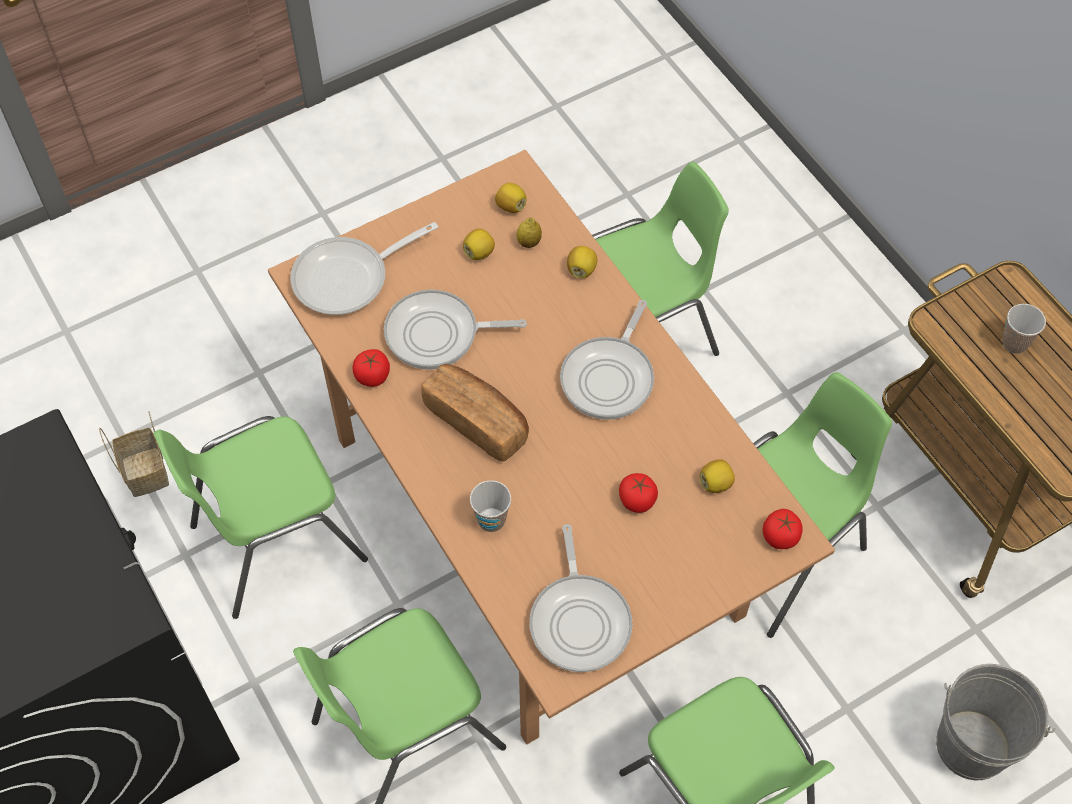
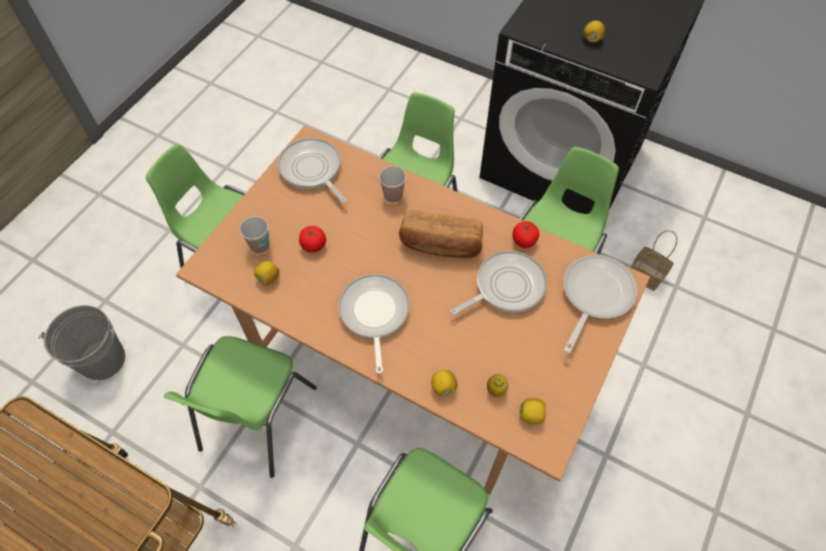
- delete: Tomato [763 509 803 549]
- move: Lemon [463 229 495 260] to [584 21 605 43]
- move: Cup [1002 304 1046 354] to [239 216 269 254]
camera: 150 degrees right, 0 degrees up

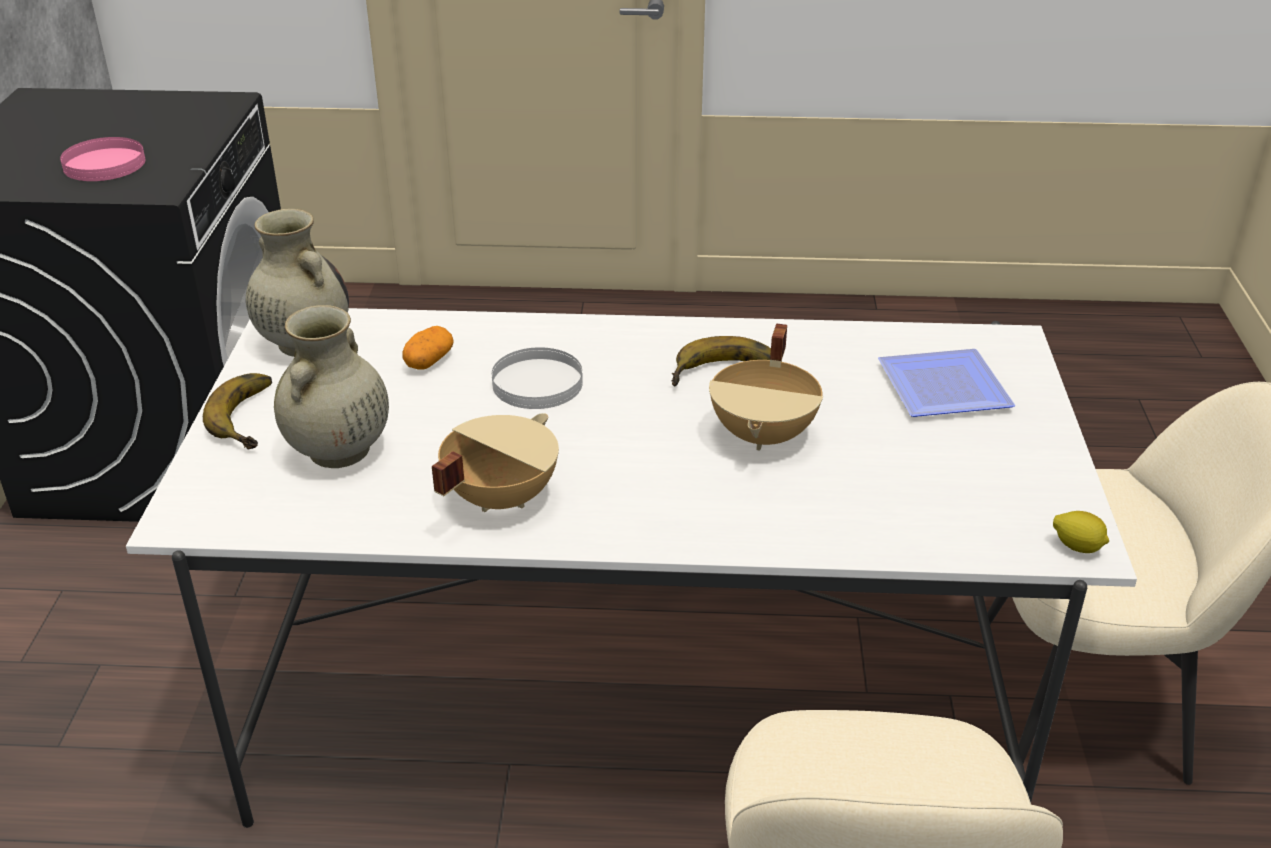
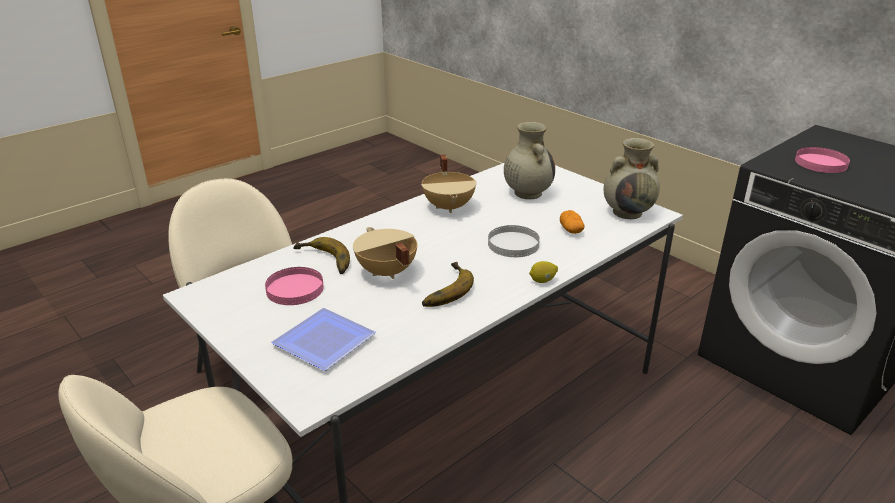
- insert: PinkPlate [265 267 324 305]
- move: Banana [203 373 272 450] to [293 237 350 274]
- move: Lemon [1053 511 1109 553] to [529 261 558 283]
camera: 135 degrees right, 5 degrees down

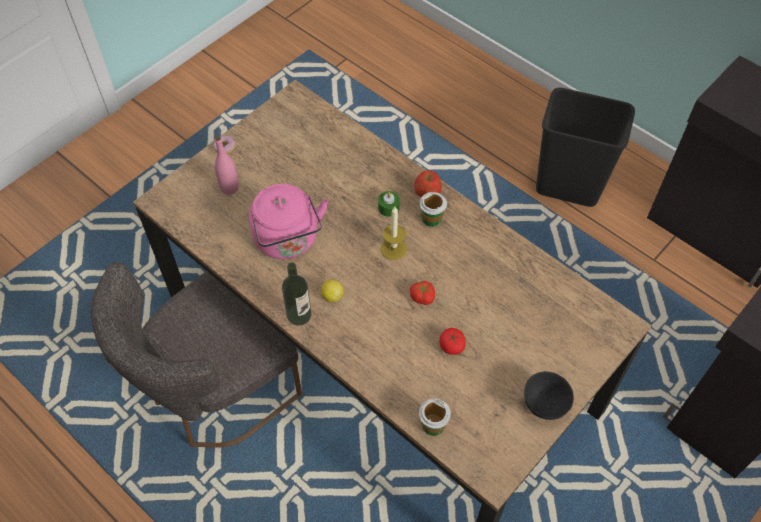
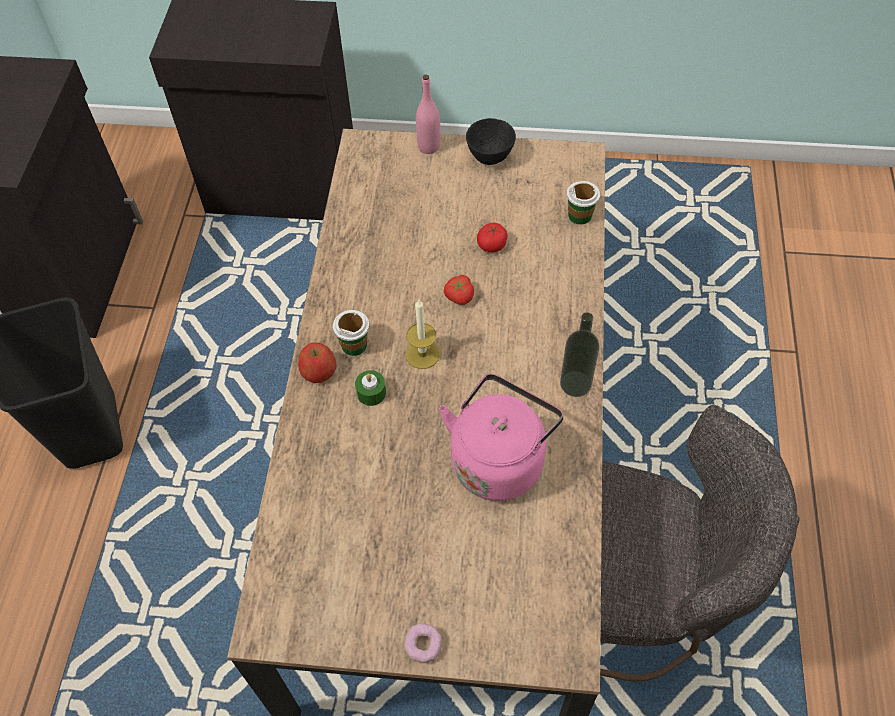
- delete: Lemon [321 279 344 302]
- move: PinkBottle [214 136 239 195] to [416 75 440 154]
camera: 125 degrees left, 0 degrees up

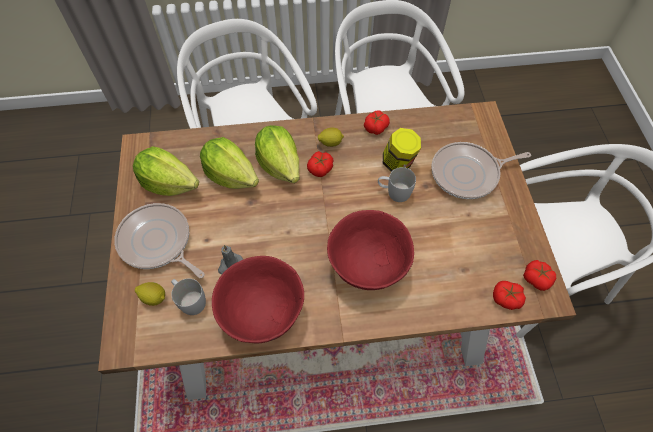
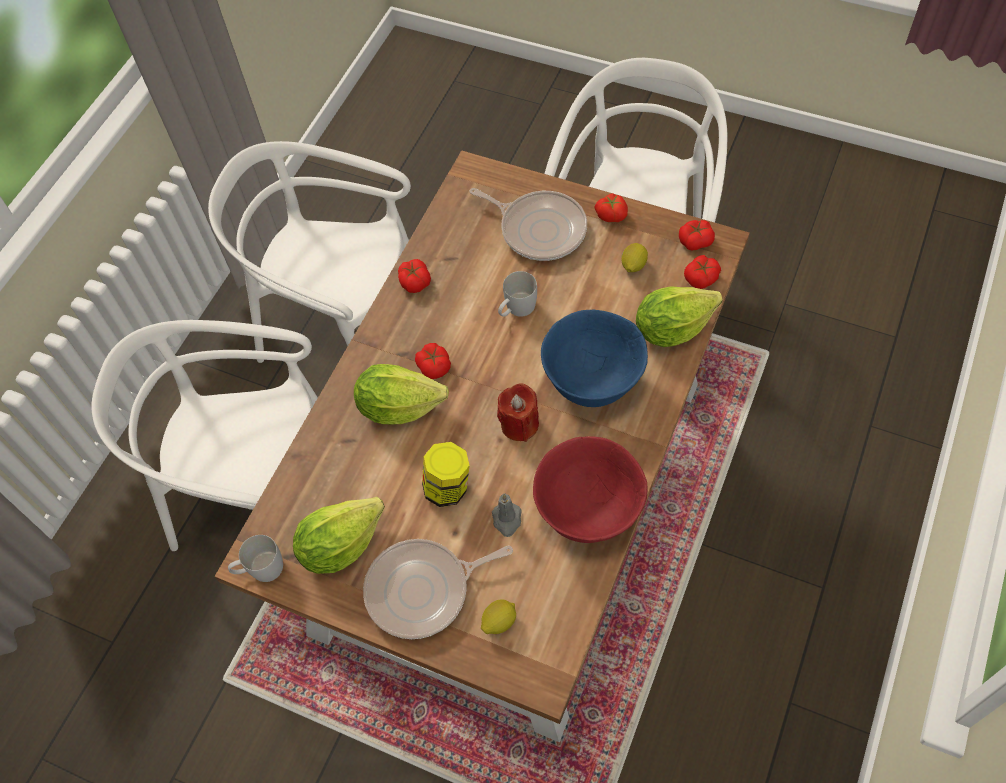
- insert: RedCandle [497 383 539 442]
- insert: Tomato [594 193 628 222]
- move: WhiteMug [171 278 206 315] to [228 535 283 582]
- move: Lettuce [200 137 259 189] to [636 286 723 347]
- move: Lemon [318 127 344 147] to [621 243 648 272]
- move: Jar [383 128 421 172] to [422 442 470 507]
- recolor: RedBowl [327 210 414 290] to BlueBowl [541 310 648 407]
- rotate: FryingPan [431 142 531 199] = [469 188 587 261] 75 degrees counterclockwise
camera: 55 degrees left, 0 degrees up

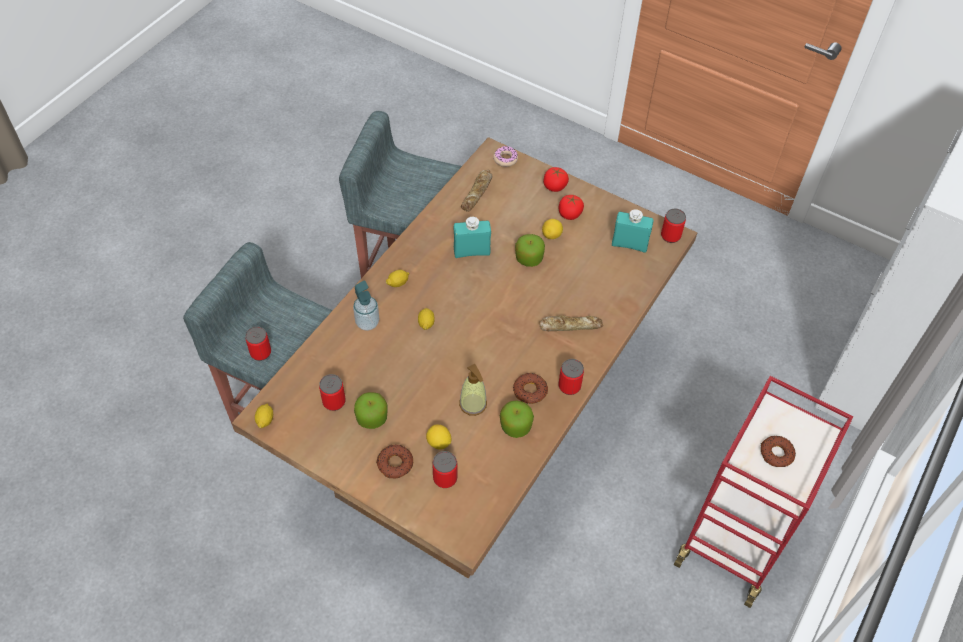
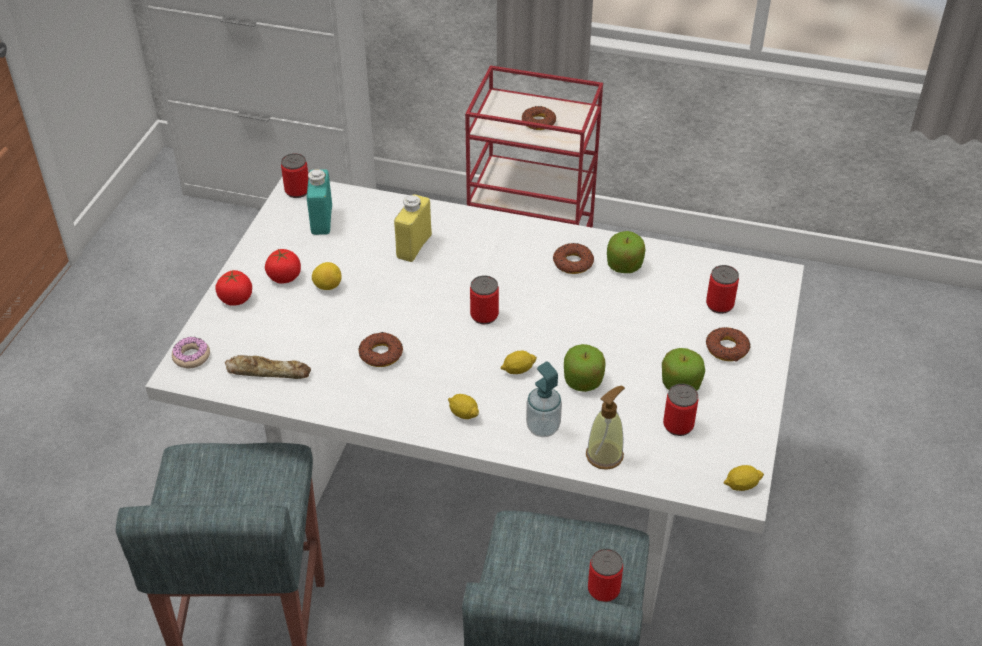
- delete: Lemon [426 425 451 450]
- delete: Bread [539 315 603 331]
- insert: YellowBottle [394 194 432 262]
- move: SoapDispenser [459 364 487 416] to [586 386 625 470]
- move: Apple [515 234 545 267] to [564 344 606 392]
- move: Can [558 359 584 395] to [470 276 499 324]
- replace: TurquoiseBottle [454 217 491 258] to Donut [358 332 403 367]
- recolor: BrownDiningTable [232 137 697 578] to WhiteDiningTable [145 176 804 624]
camera: 105 degrees left, 10 degrees down

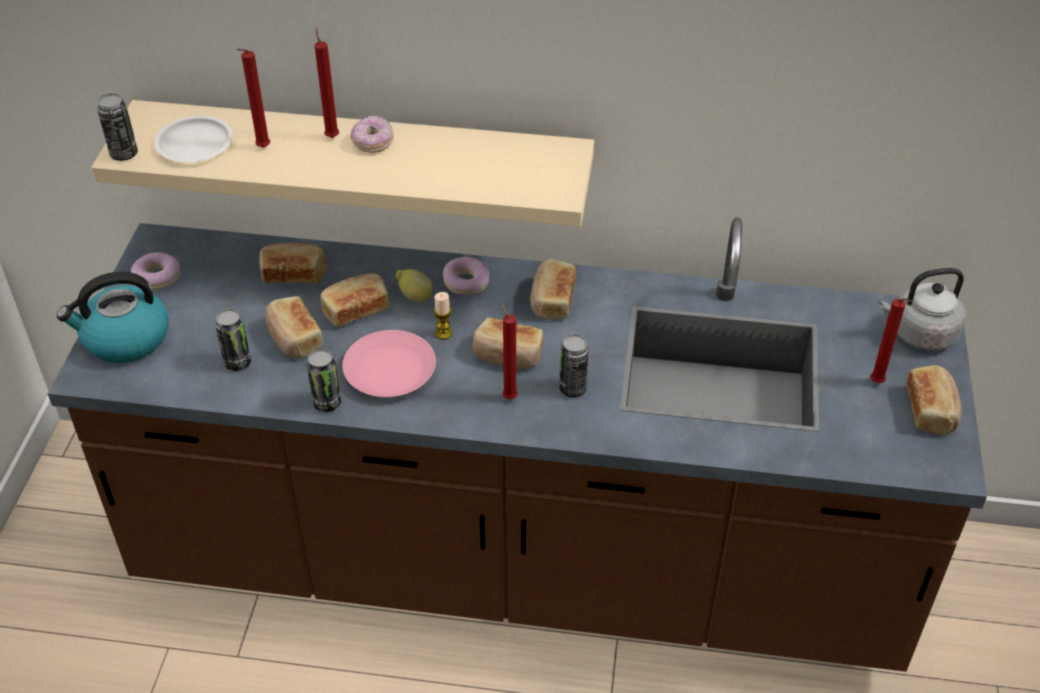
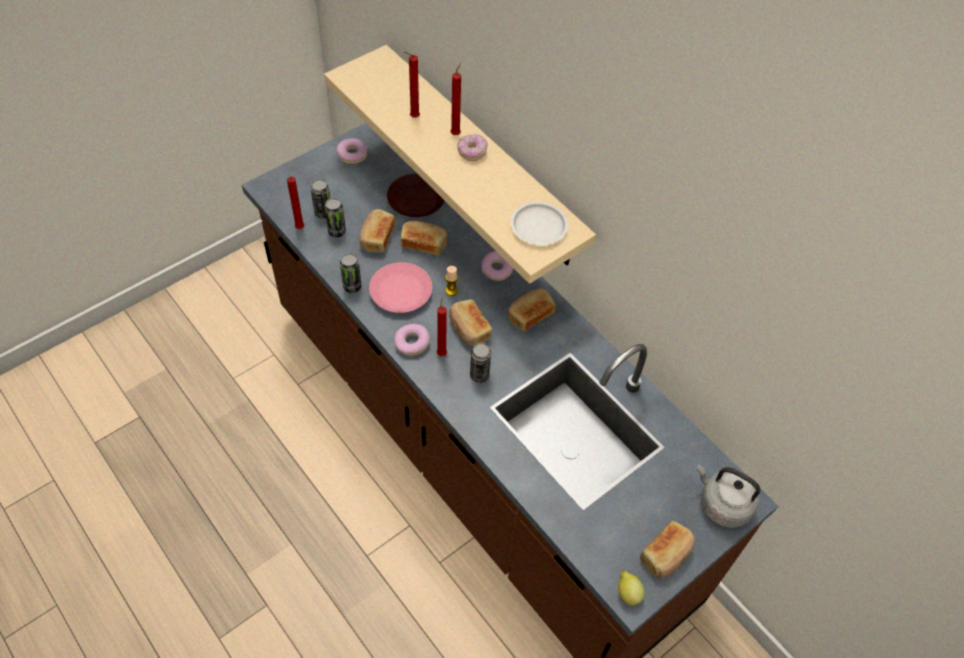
- delete: Kettle [57 272 169 363]
- insert: Donut [394 324 430 356]
- move: Can [97 93 138 161] to [311 179 330 219]
- move: WhitePlate [154 116 233 162] to [510 202 568 245]
- move: Lemon [396 269 432 302] to [618 571 645 606]
- move: RedCandle [870 298 912 383] to [287 176 304 229]
- replace: Bread [259 243 326 284] to BrownPlate [387 174 445 217]
camera: 40 degrees right, 10 degrees up

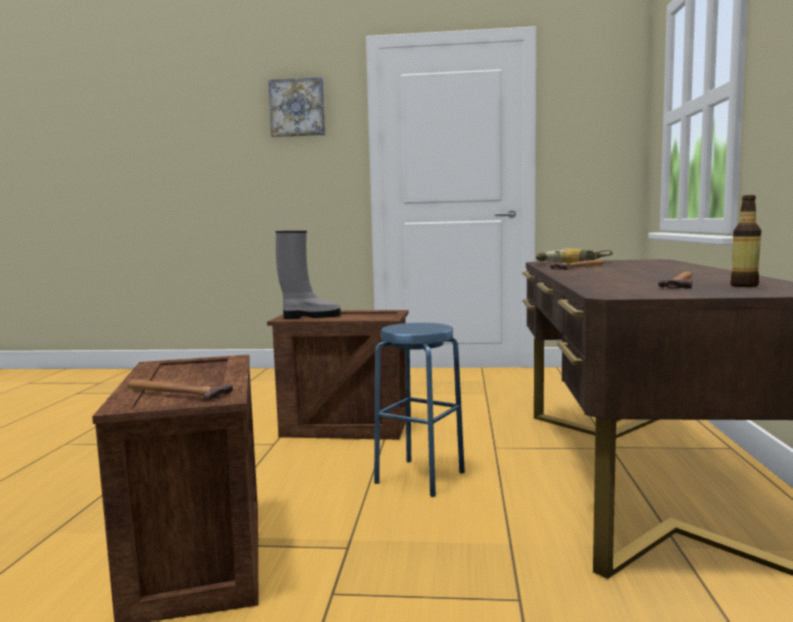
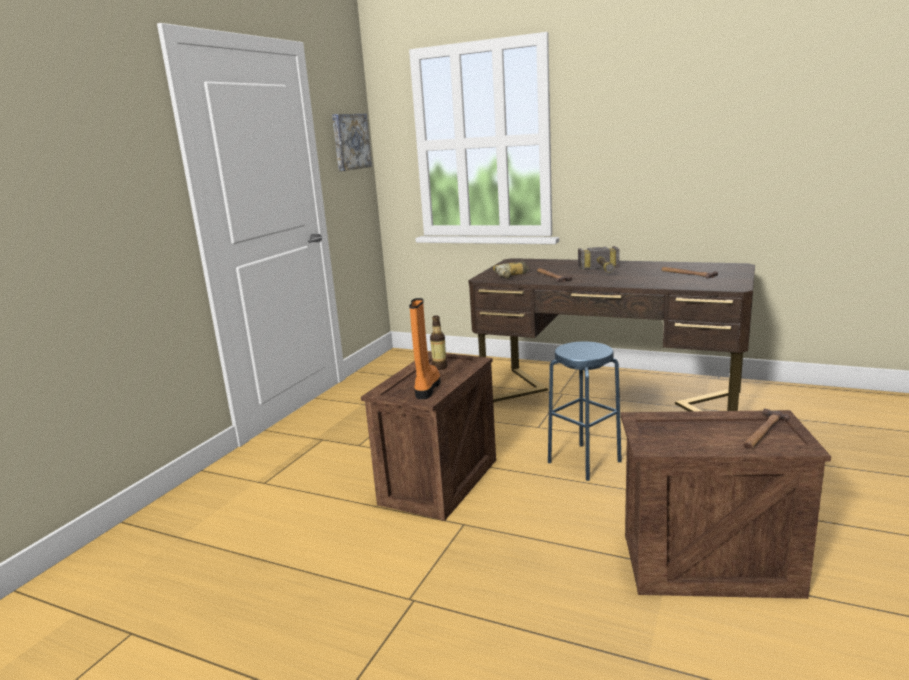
- insert: Hammer [578 246 620 273]
- move: Picture [268 77 325 137] to [332 114 372 171]
- move: Bottle [730 195 761 287] to [430 315 447 370]
- recolor: GreyBoot [276 231 341 319] to OrangeBoot [409 298 440 399]
camera: 70 degrees left, 10 degrees up

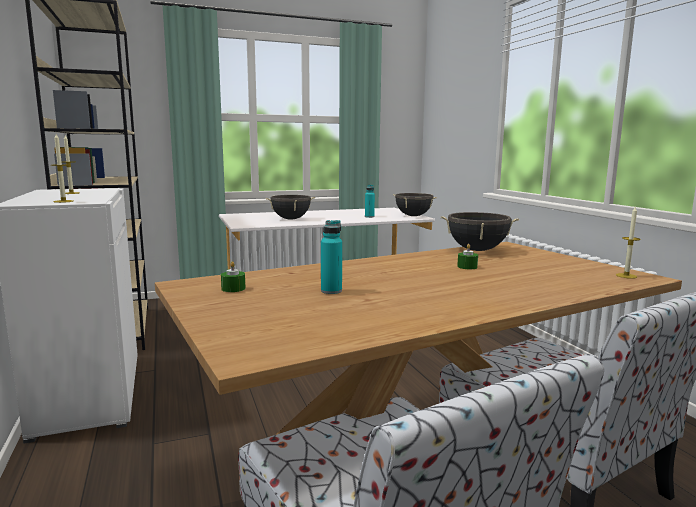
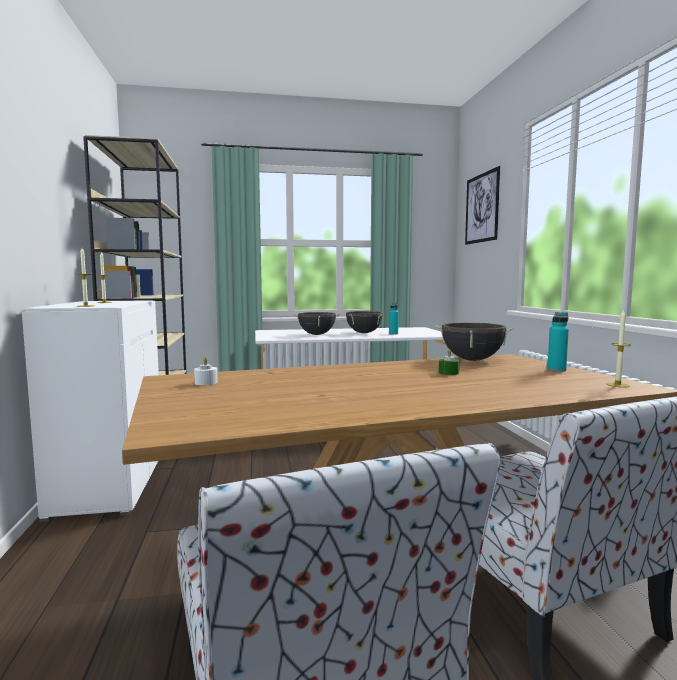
- insert: Picture [465 166 500 245]
- move: TurquoiseBottle [321 220 342 294] to [547 312 569 372]
- move: BlackCookingPot [393 193 437 216] to [346 311 383 333]
- recolor: GreenCandle [221 261 246 292] to WhiteCandle [194 357 218 385]
camera: 10 degrees right, 5 degrees down

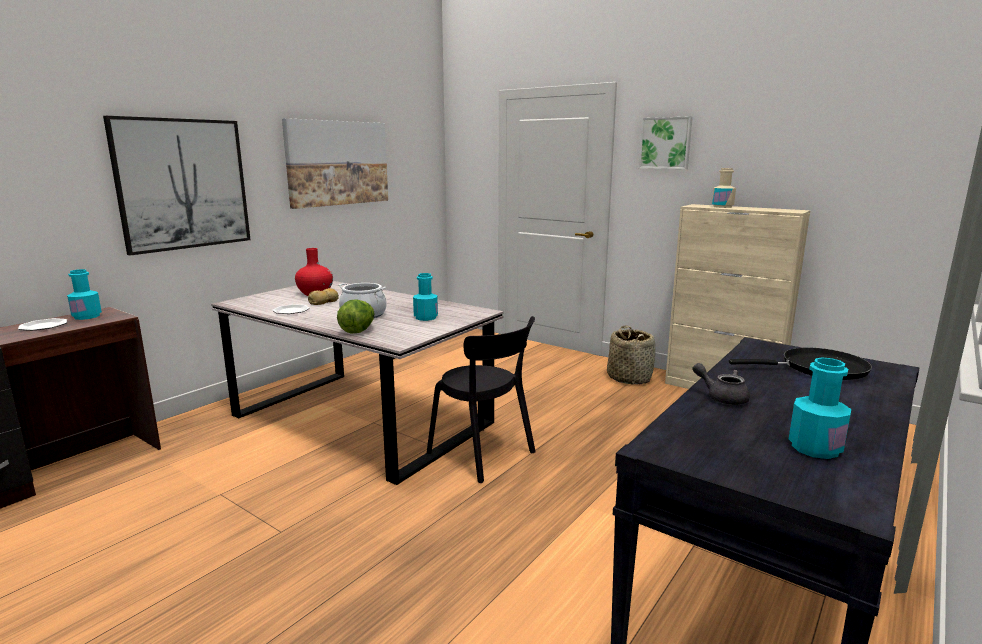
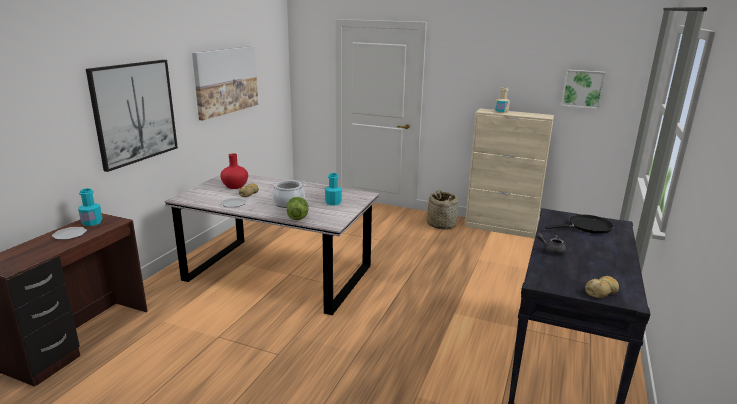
- delete: BlackChair [427 316 536 483]
- delete: TurquoiseBottle [789 358 851 459]
- insert: Bread [585 276 619 298]
- move: Picture [639 116 693 169] to [561 70 606 109]
camera: 15 degrees left, 5 degrees up

